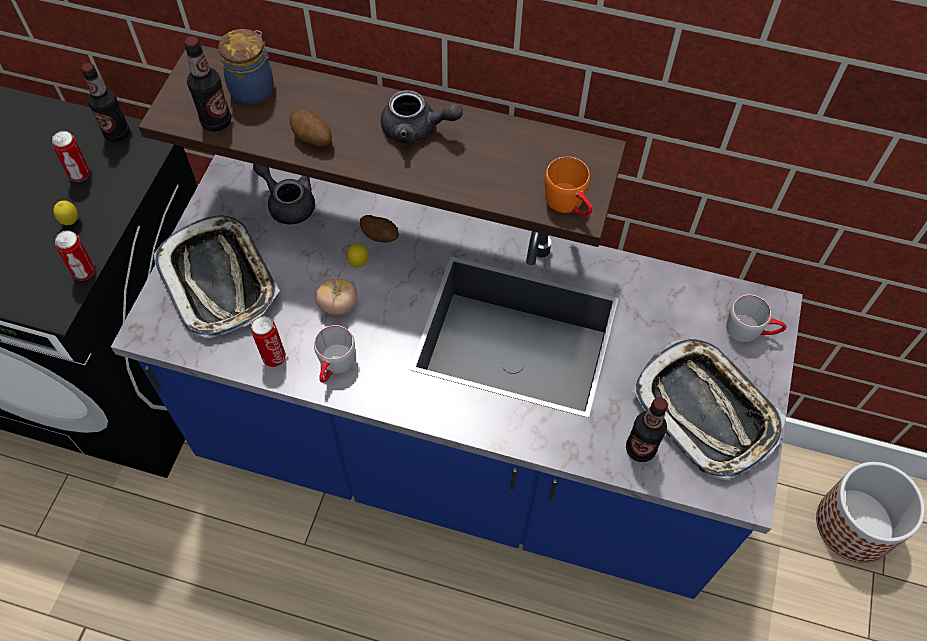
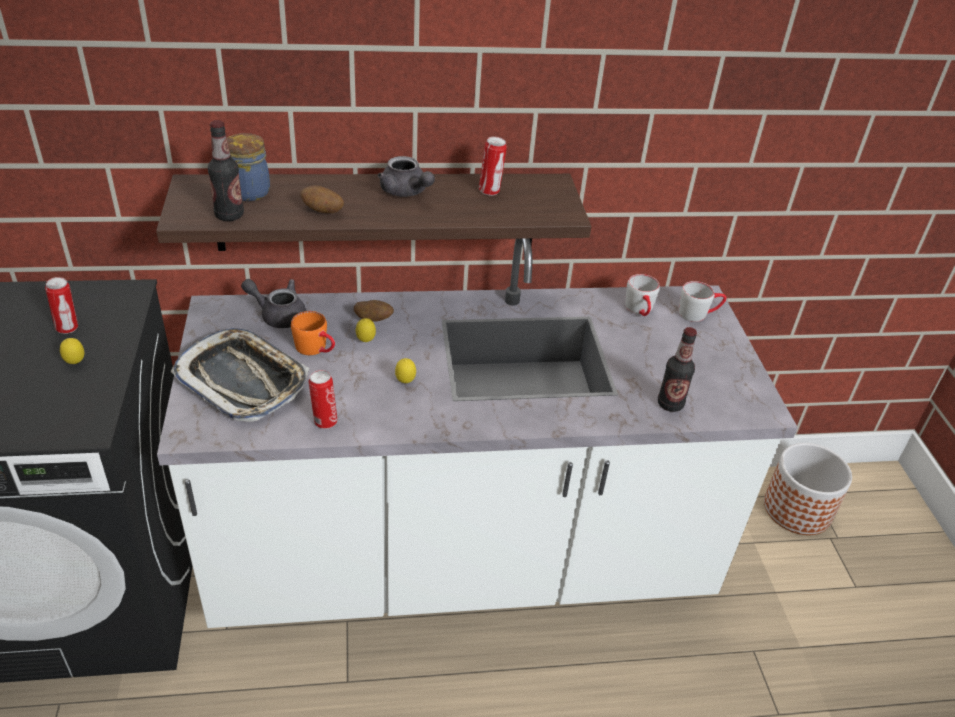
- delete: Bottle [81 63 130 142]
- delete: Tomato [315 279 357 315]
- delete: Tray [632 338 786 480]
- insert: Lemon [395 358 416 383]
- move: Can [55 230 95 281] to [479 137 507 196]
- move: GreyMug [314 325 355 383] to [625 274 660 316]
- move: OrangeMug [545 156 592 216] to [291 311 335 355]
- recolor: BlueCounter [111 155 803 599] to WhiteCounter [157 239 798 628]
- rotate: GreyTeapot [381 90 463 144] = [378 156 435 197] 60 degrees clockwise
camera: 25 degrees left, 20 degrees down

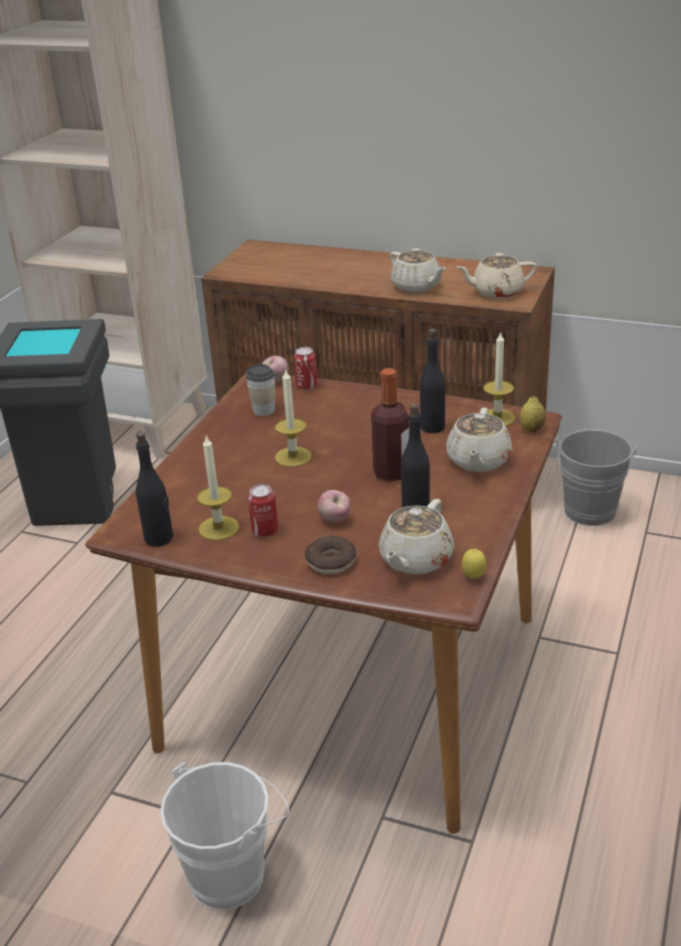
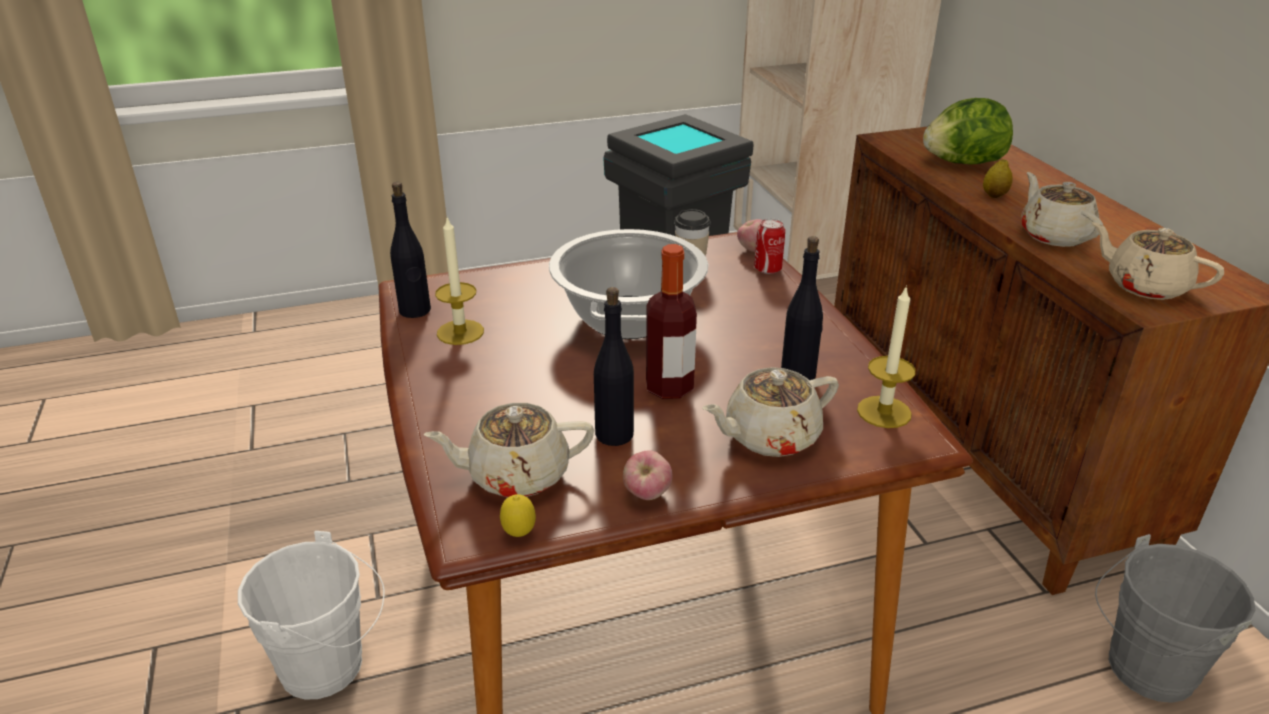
- delete: Can [248 484 278 537]
- delete: Donut [305 536 356 574]
- insert: Lettuce [923 98 1013 165]
- move: Apple [317 490 351 522] to [623 450 672 500]
- move: Lemon [520 396 546 432] to [983 159 1013 198]
- replace: Candle [275 368 312 467] to CookingPot [549 229 708 339]
- rotate: BeigeTeapot [390 248 446 293] = [1021 172 1103 247] 150 degrees clockwise
camera: 50 degrees right, 0 degrees up

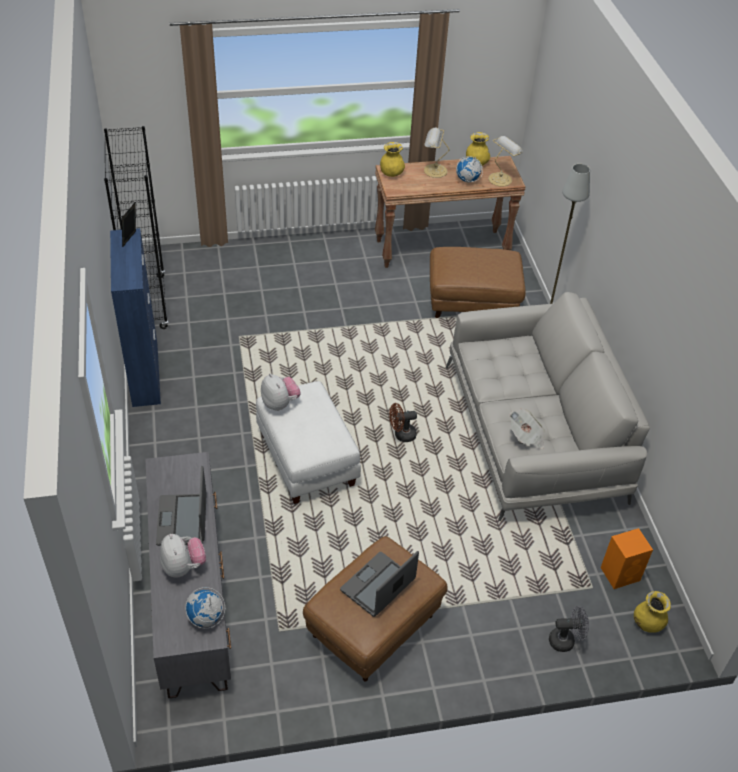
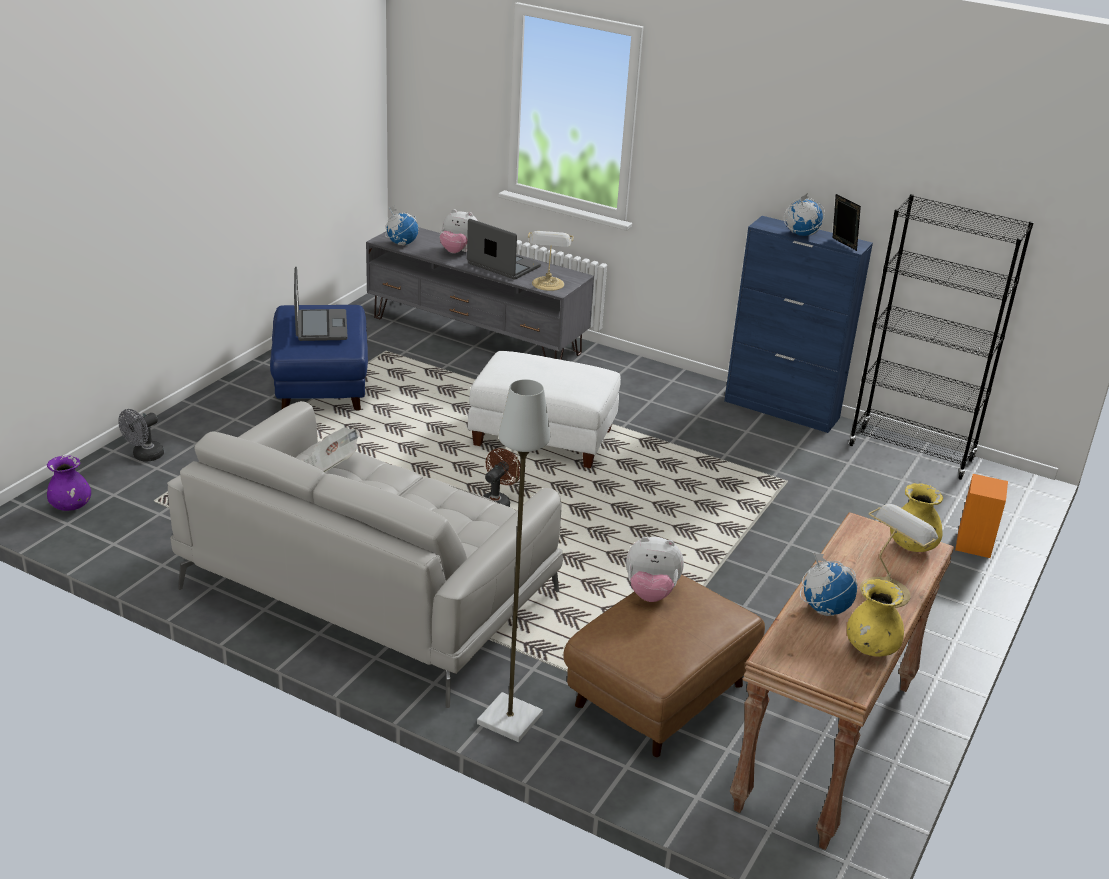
- insert: Globe [784 193 825 236]
- move: PlushToy [261 373 301 411] to [626 537 684 602]
- move: TableLamp [488 136 523 187] to [528 231 574 291]
- move: OrangeSpeaker [601 528 653 589] to [955 474 1008 558]
- recolor: BrownOttoman [303 536 448 681] to BlueOttoman [270 305 368 411]
- recolor: YellowVase [634 591 671 633] to PurpleVase [47 456 91 511]
camera: 130 degrees right, 15 degrees down

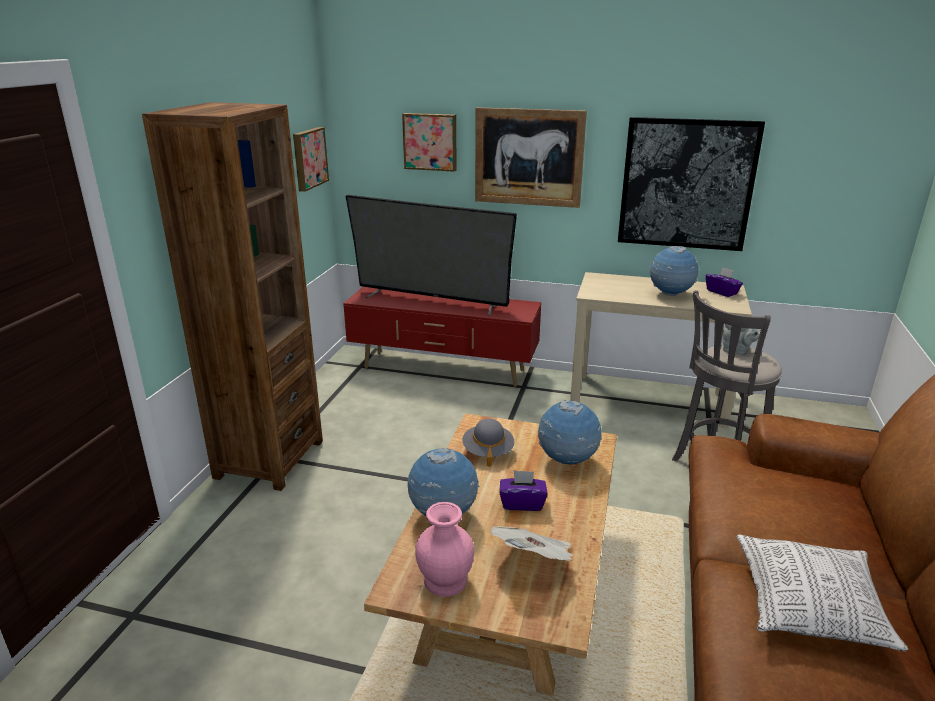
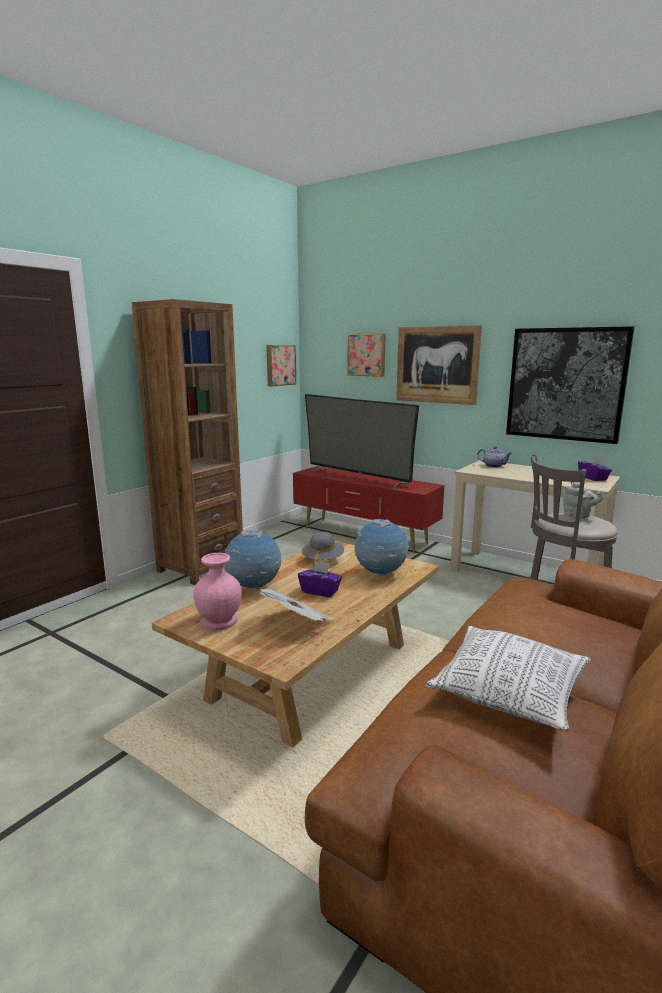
- delete: Globe [650 246 699 296]
- insert: Teapot [477 446 512 468]
camera: 20 degrees right, 10 degrees down

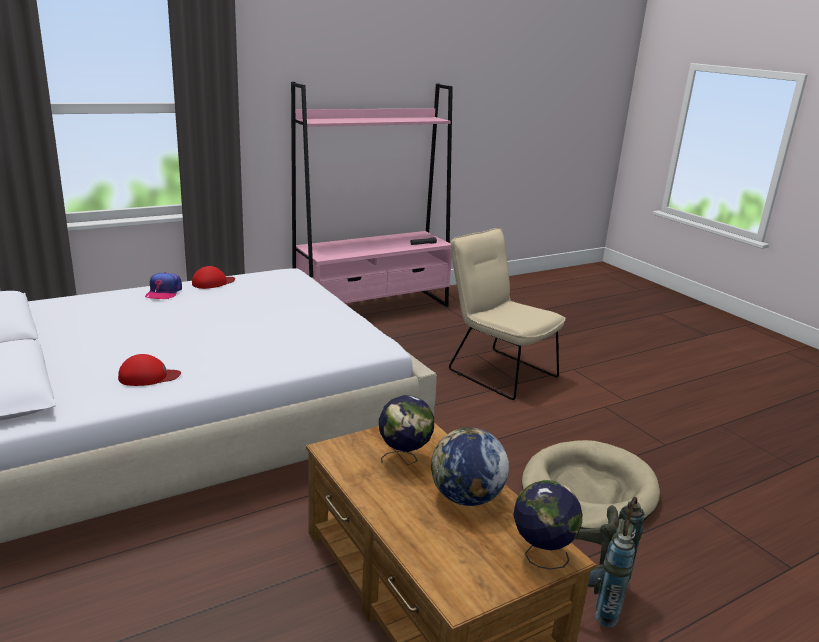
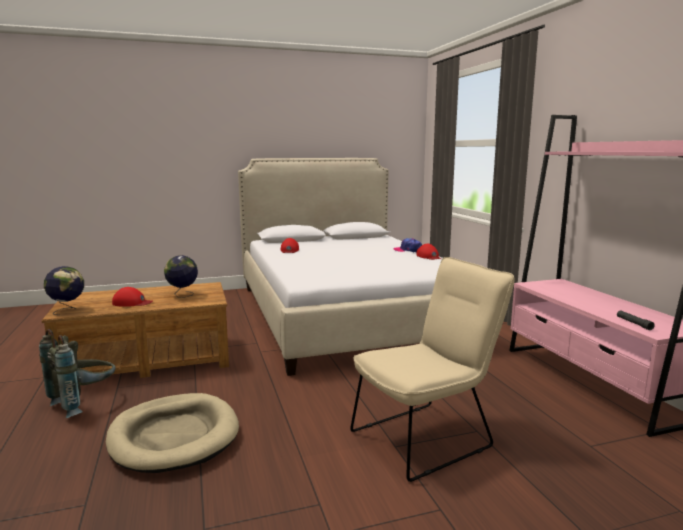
- replace: Globe [431 427 509 506] to RedCap [112 287 153 307]
camera: 105 degrees right, 10 degrees down

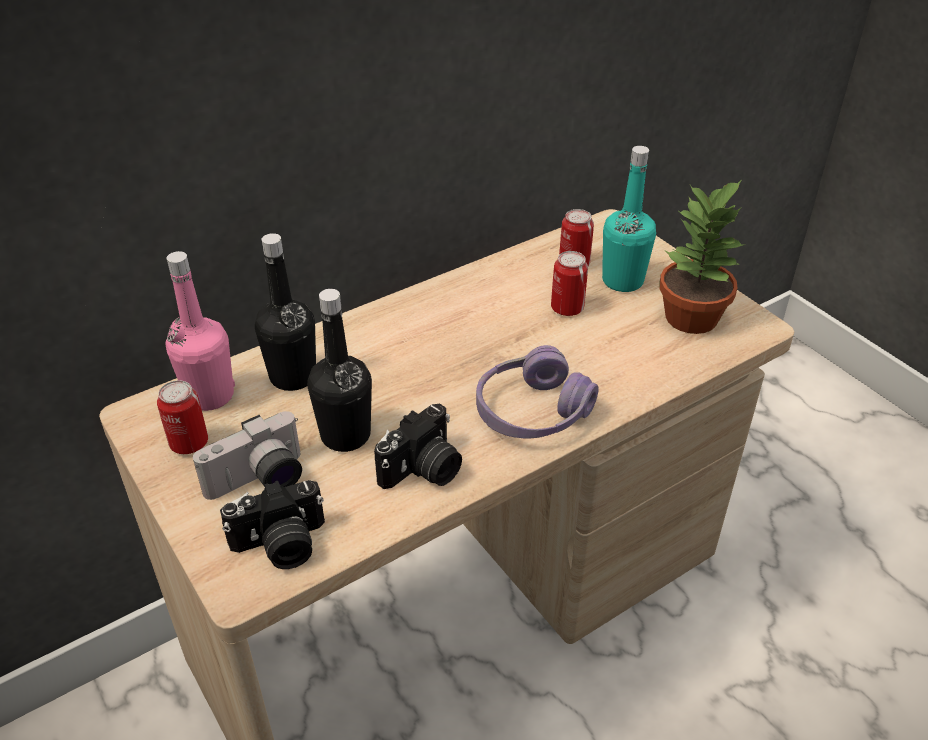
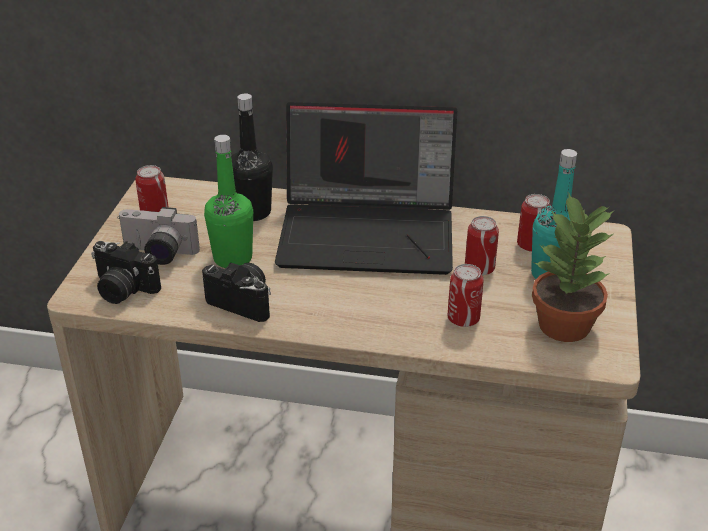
- delete: PinkBottle [165 251 235 411]
- delete: PurpleHeadphones [476 345 599 439]
- insert: Laptop [275 102 457 275]
- insert: Can [448 264 484 327]
- recolor: BlackBottle [307 289 372 452] to GreenBottle [204 135 253 268]
- rotate: PhotoCamera [374 404 462 489] = [202 262 271 322] 150 degrees counterclockwise
camera: 45 degrees right, 5 degrees down

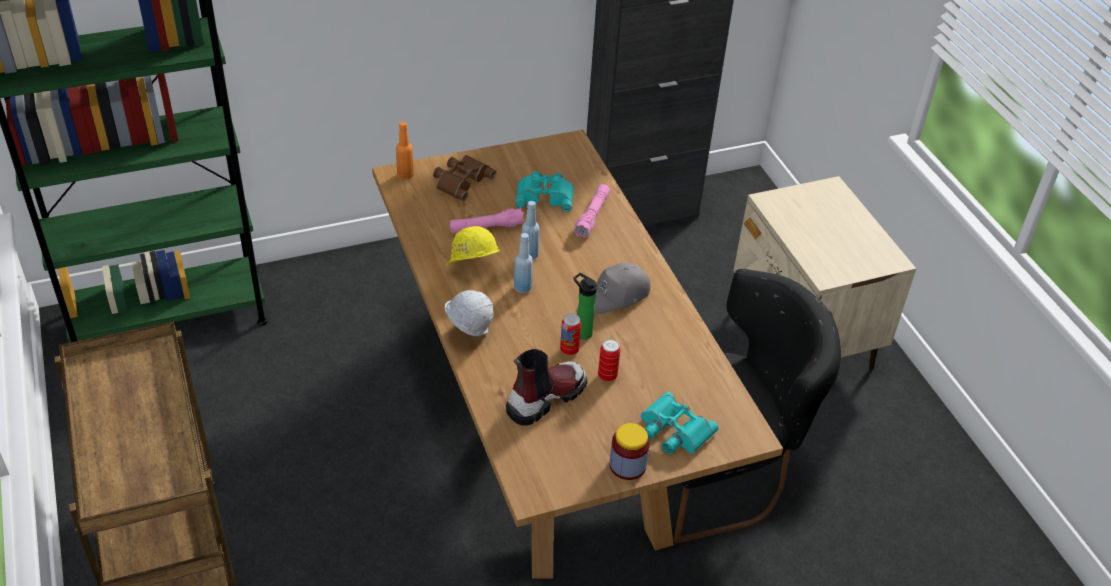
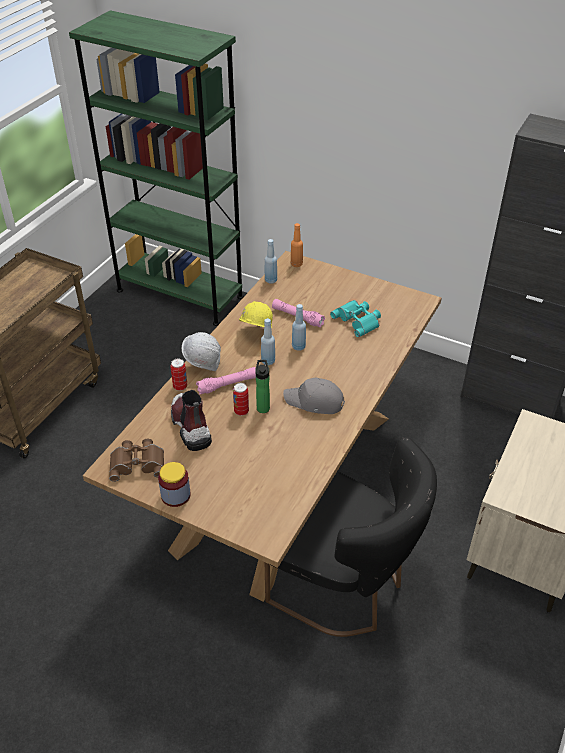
- delete: TurquoiseBinoculars [641 392 718 454]
- insert: BlueBottle [265 239 277 284]
- move: BrownBinoculars [433 155 496 201] to [109 439 164 482]
- move: PinkFlashlight [574 184 610 238] to [196 367 256 395]
- move: Can [598 339 620 382] to [171 359 187 391]
- rotate: Boot [506 349 587 426] = [171 390 212 451] 120 degrees counterclockwise
camera: 50 degrees right, 0 degrees up

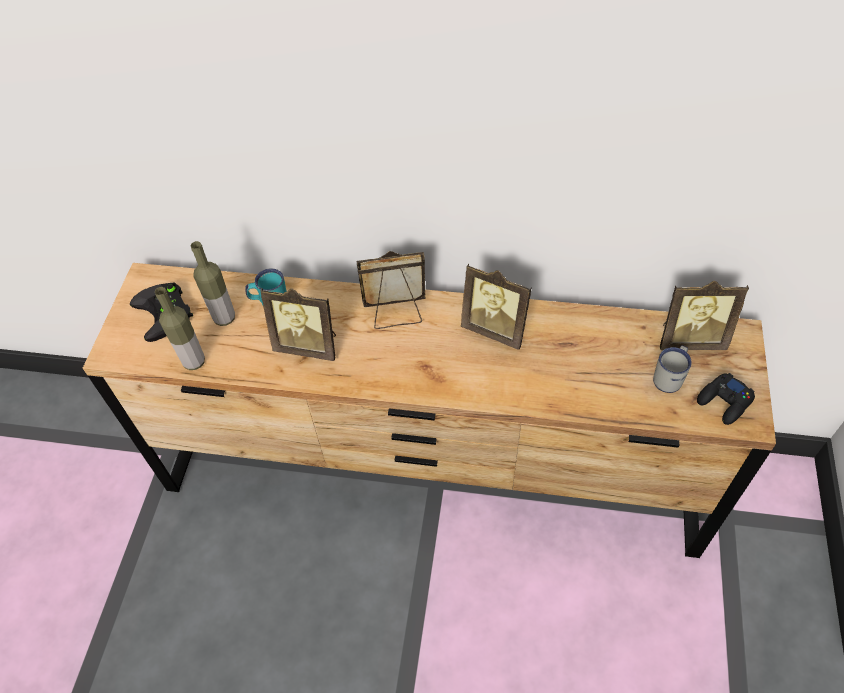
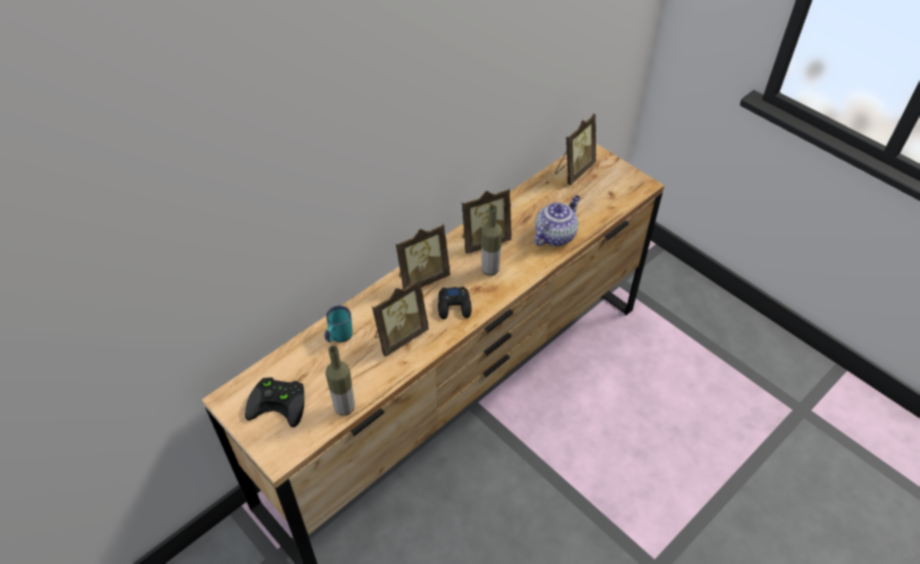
- delete: WhiteMug [653 345 692 393]
- insert: Teapot [534 195 580 246]
- move: Bottle [191 241 235 326] to [481 205 502 276]
- move: BlackGameController [697 373 755 425] to [438 287 471 319]
- rotate: PictureFrame [357 251 425 329] = [396 224 450 289] 150 degrees counterclockwise
camera: 55 degrees left, 5 degrees down

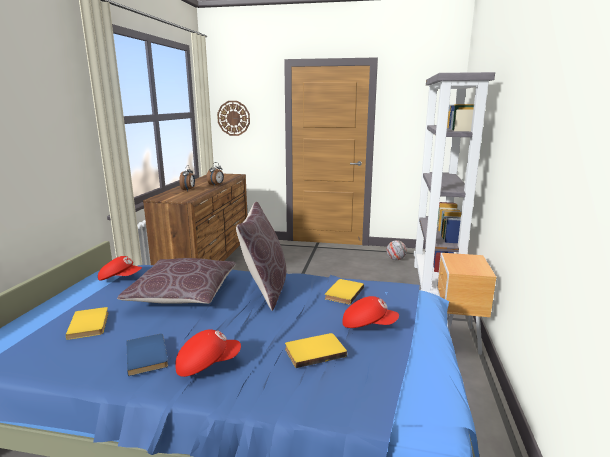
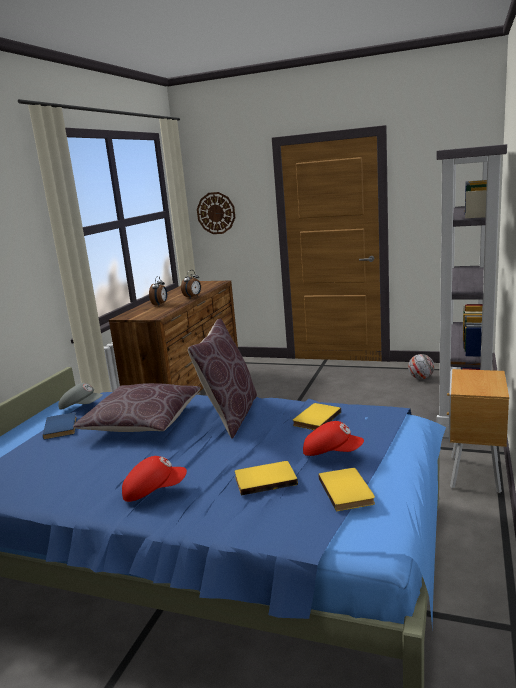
- move: YellowBook [66 307 108 340] to [318 468 375 511]
- move: BlueBook [126 334 168 376] to [43 412 77 440]
- recolor: RedCap [98 256 142 280] to GreyCap [58 383 103 409]
camera: 10 degrees right, 0 degrees up

